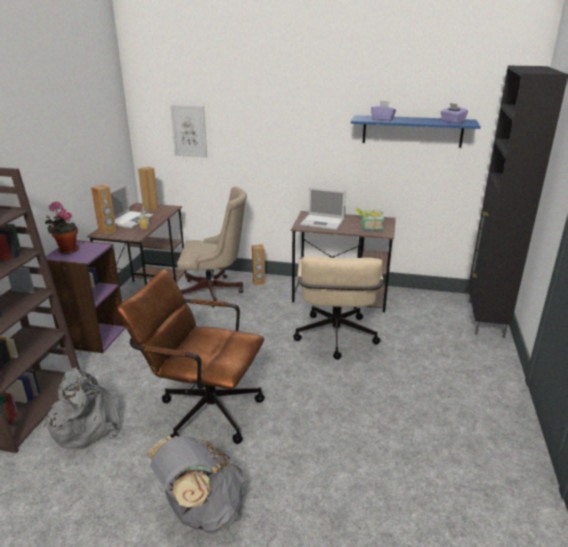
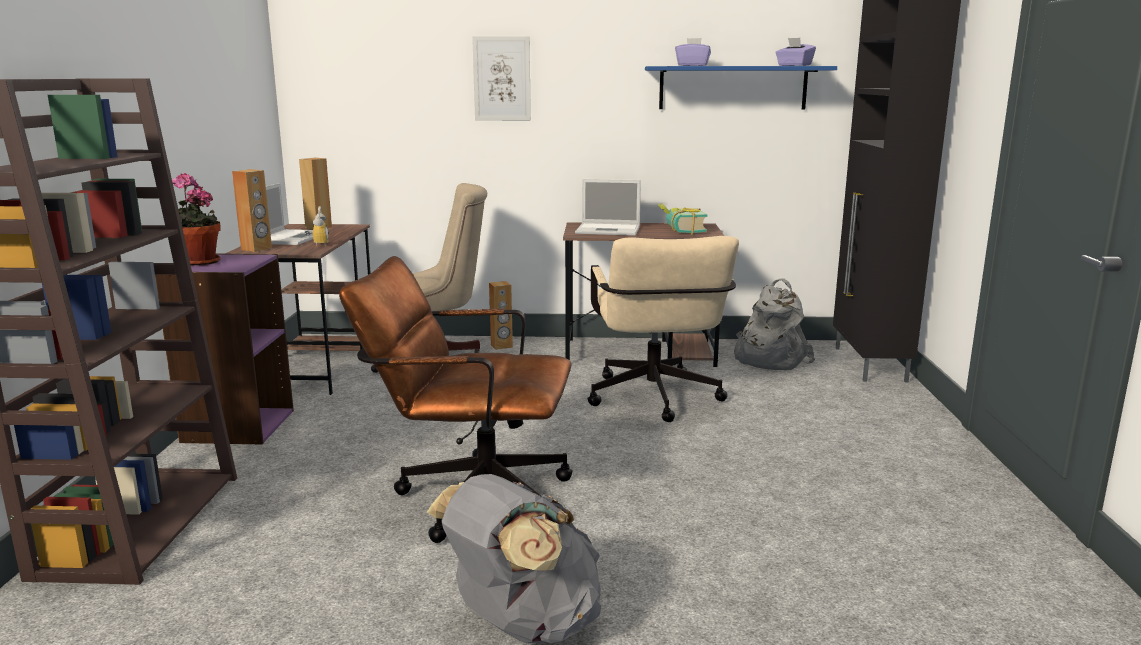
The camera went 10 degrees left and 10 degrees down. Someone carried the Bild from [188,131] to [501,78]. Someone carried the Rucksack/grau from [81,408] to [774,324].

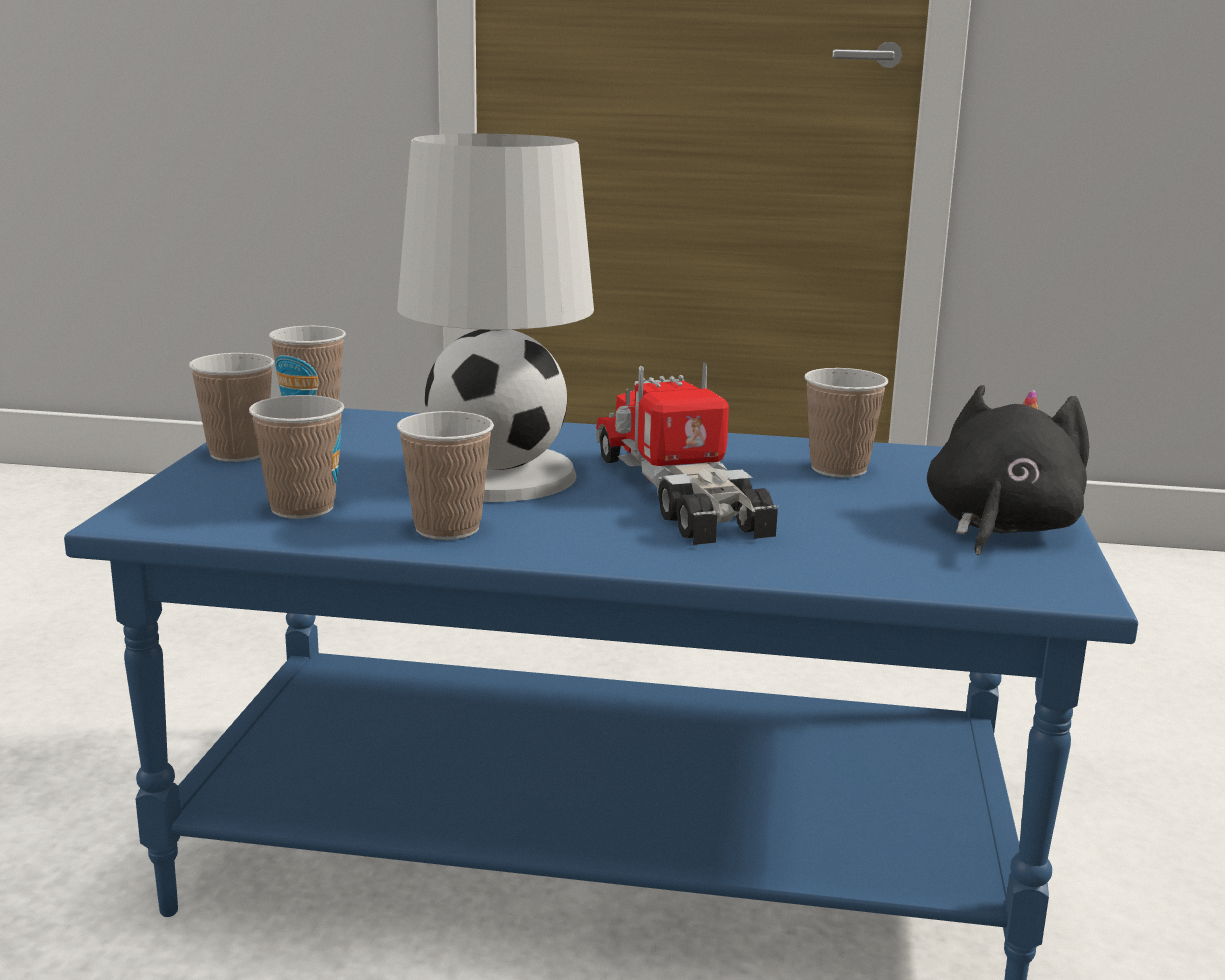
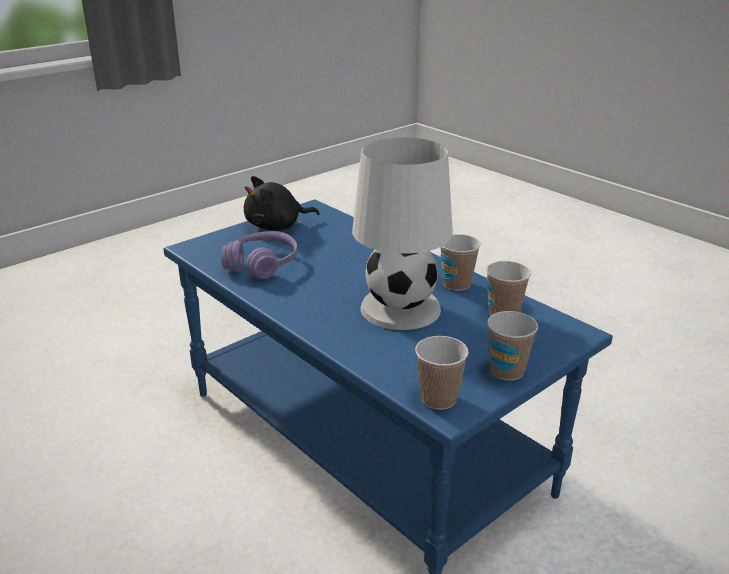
The camera went 140 degrees left and 10 degrees up. Someone took away the Spielzeuglaster at [687,453]. Someone swapped the Tasse at [846,423] for the Kopfhörer/lila at [259,255].

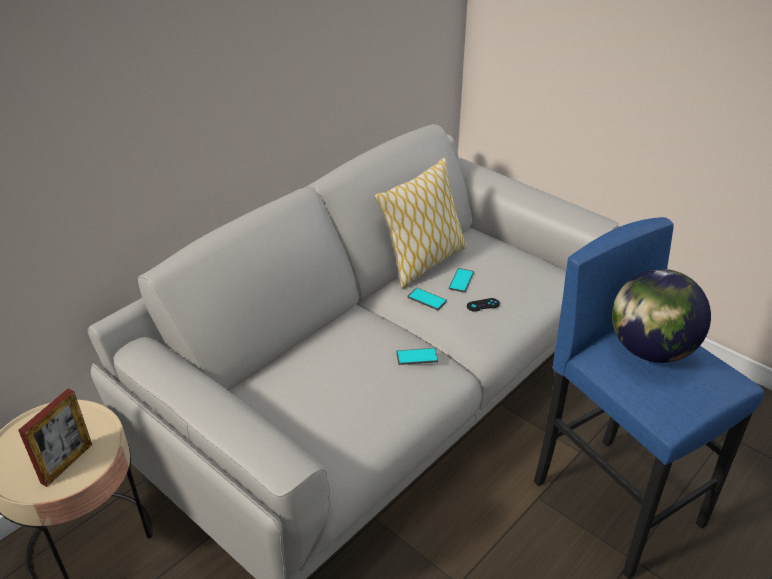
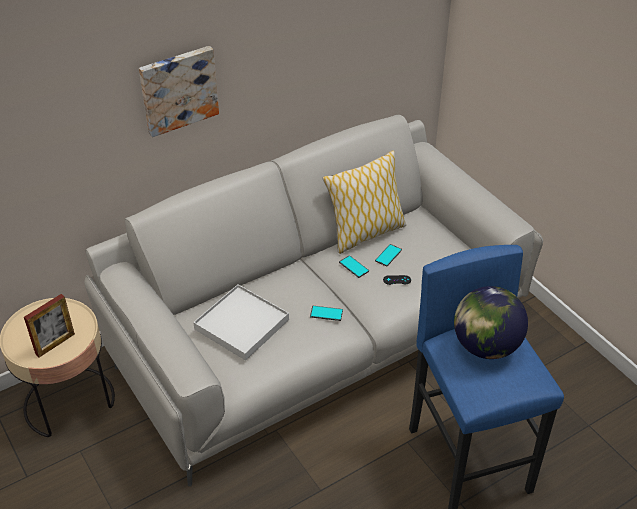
The camera went 15 degrees right and 5 degrees up. Someone put up the Bild at [179,91]. Someone put down the Tablett/weiß at [241,322].

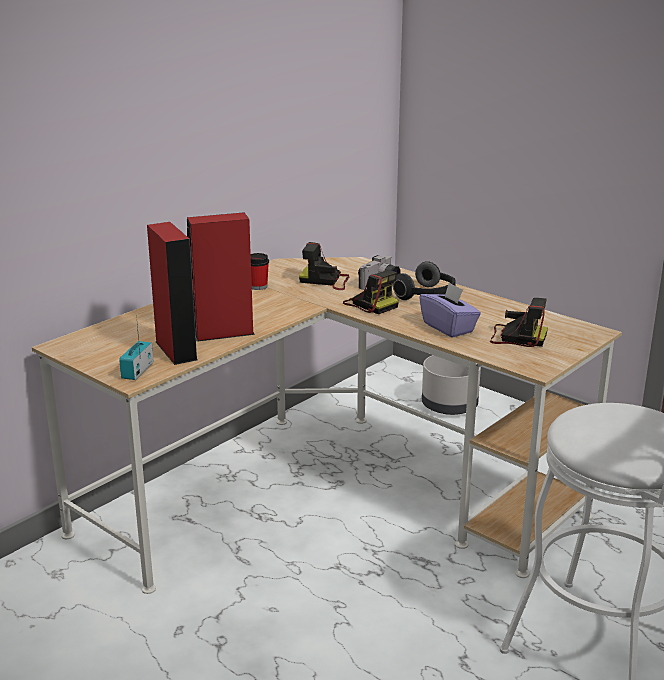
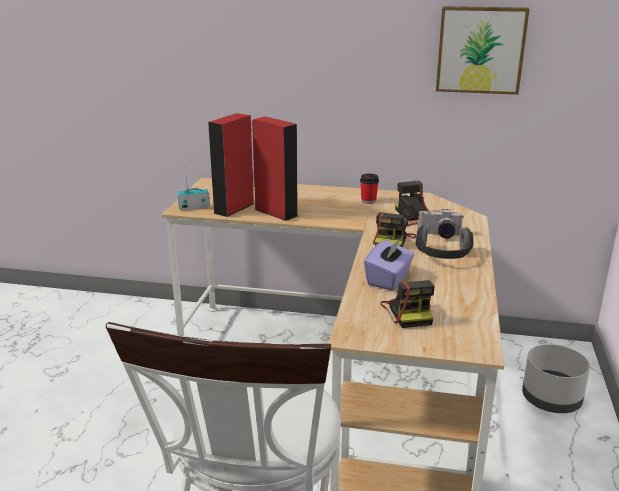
The camera went 60 degrees right and 0 degrees up. Someone put up the Bild at [483,50].

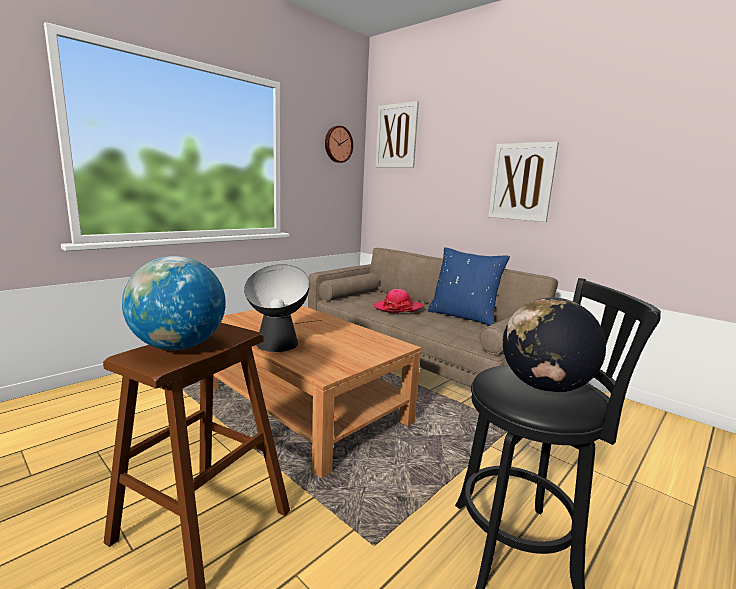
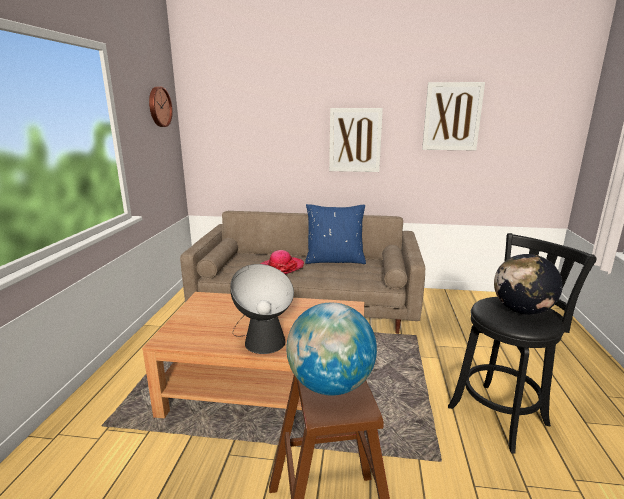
The camera went 35 degrees left and 5 degrees up. Someone carried the Bild from [397,134] to [453,116].

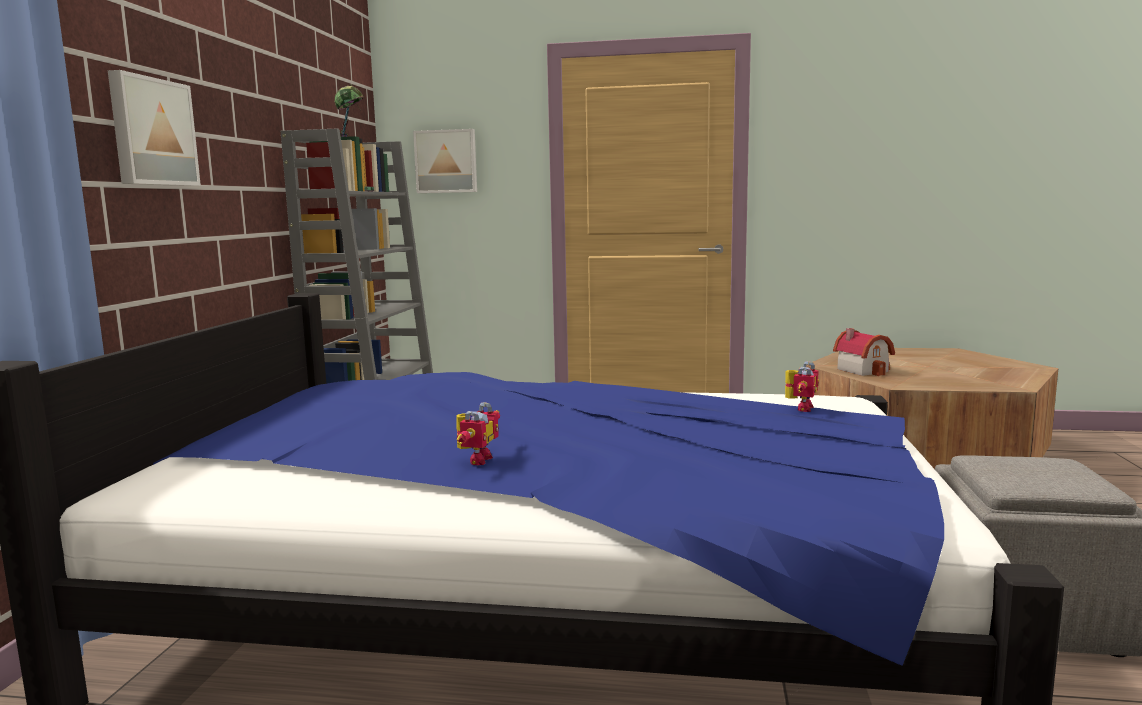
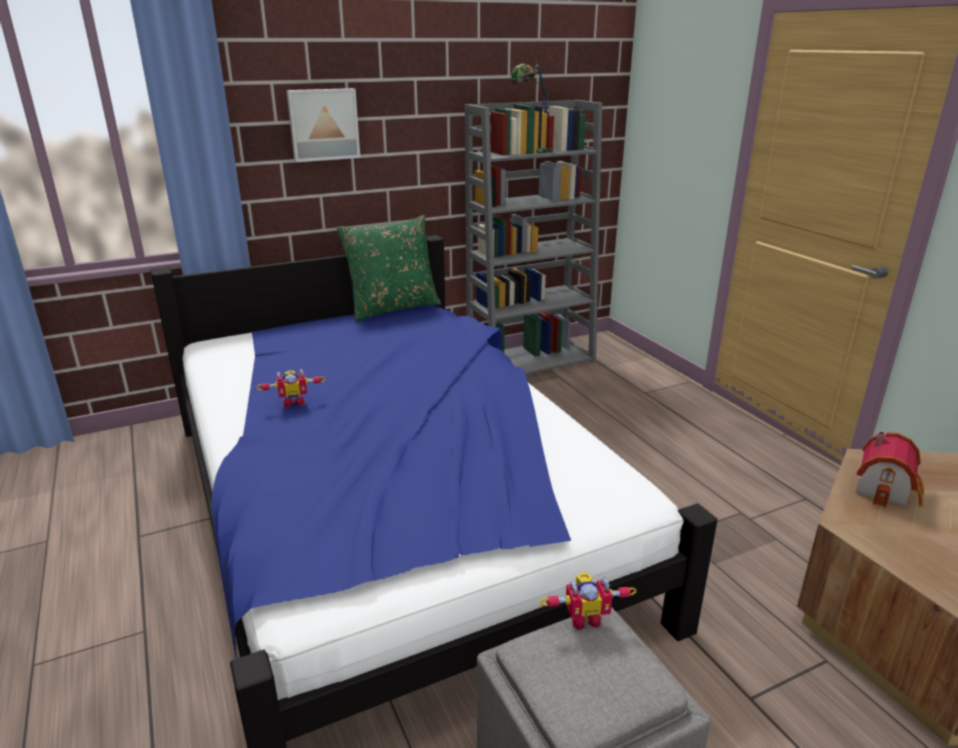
The camera went 55 degrees right and 15 degrees up. Someone took away the Bild at [445,161]. Someone carried the Spielzeugroboter from [802,386] to [588,601]. Someone put down the Kissen/grün at [389,268].

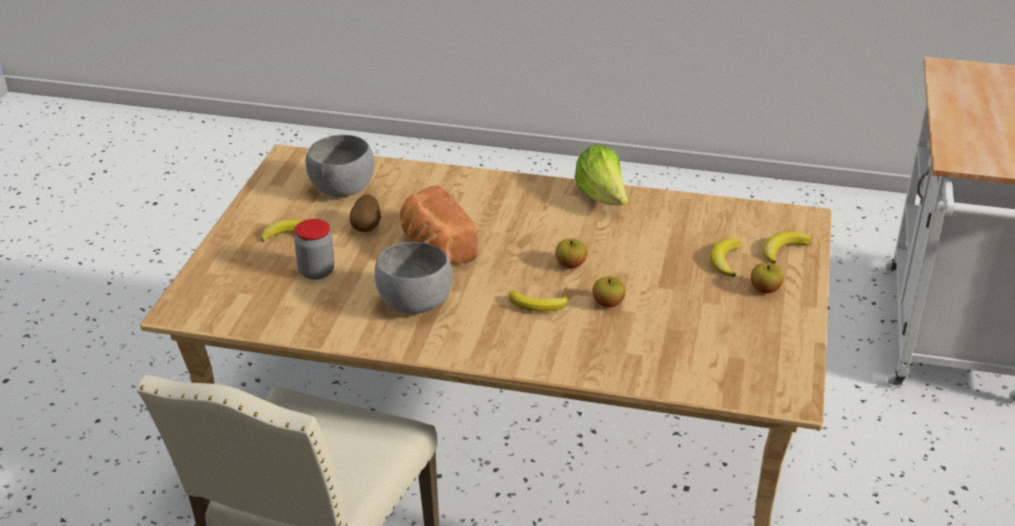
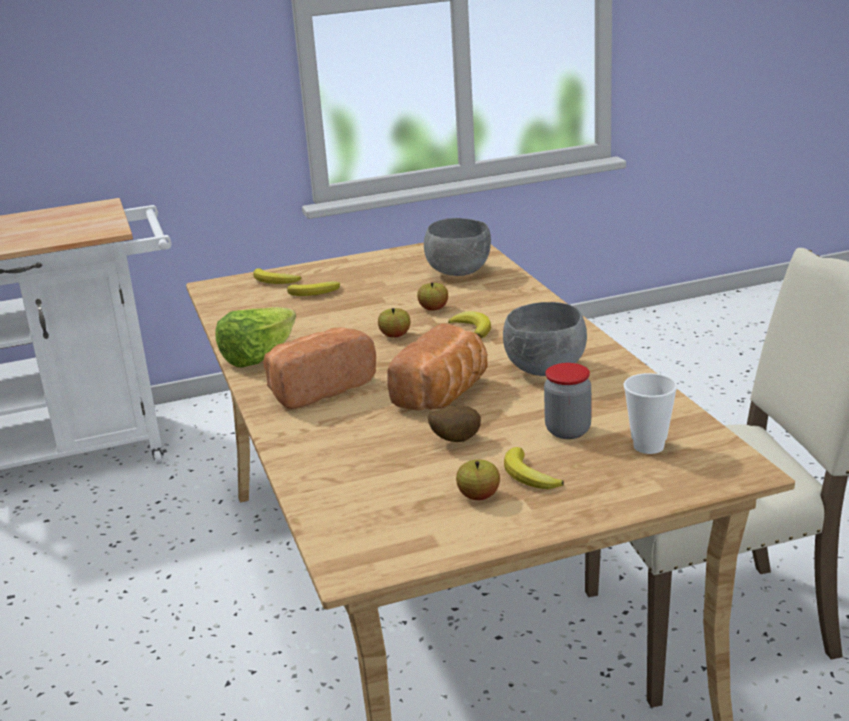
The camera went 120 degrees left and 10 degrees down. Someone carried the Schüssel/grau from [340,166] to [457,247]. Someone carried the Apfel from [767,278] to [478,480]. Someone put down the Brot at [319,368]. Someone put down the Tasse at [650,413].

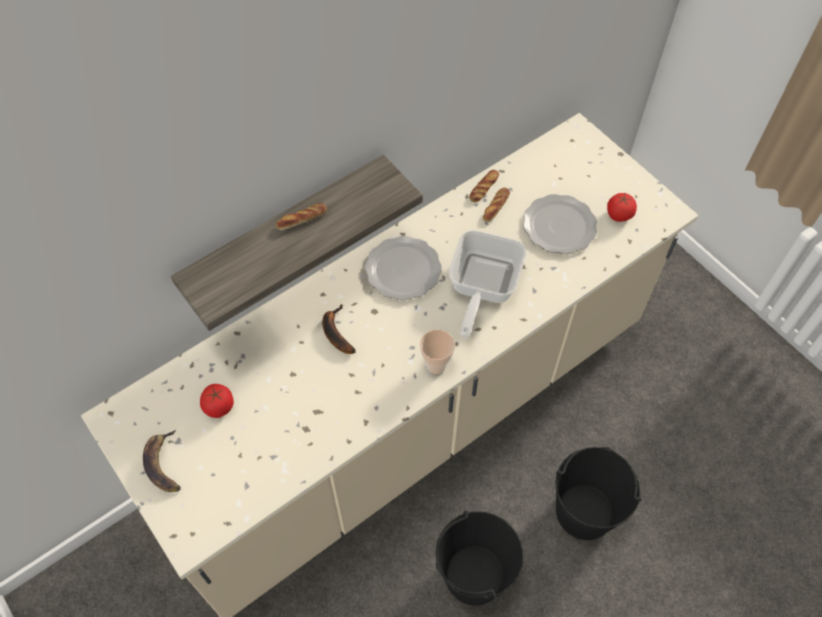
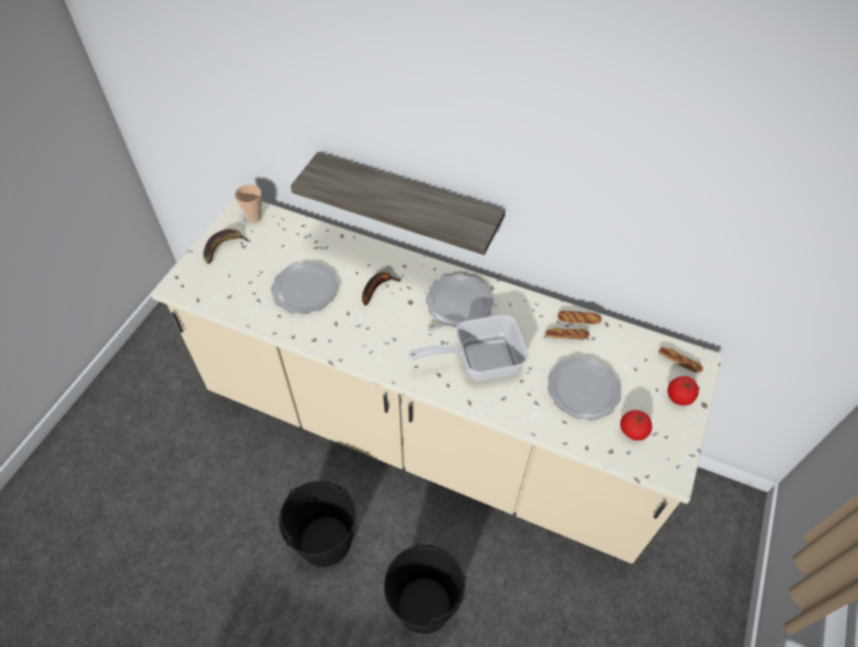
The camera went 60 degrees right and 5 degrees down. Someone carried the Brot from [301,216] to [681,360]. Someone carried the Tasse from [437,352] to [248,203]. Someone carried the Tomate from [217,401] to [683,391]. Someone put down the Teller at [304,288].

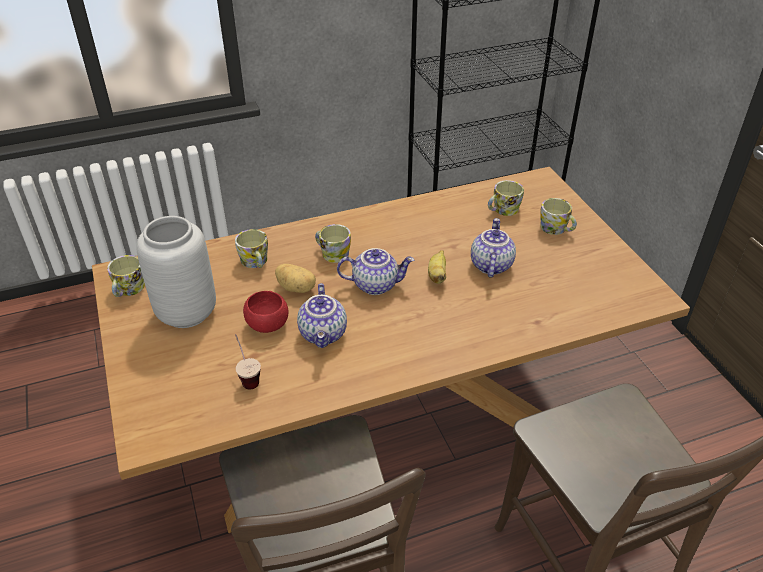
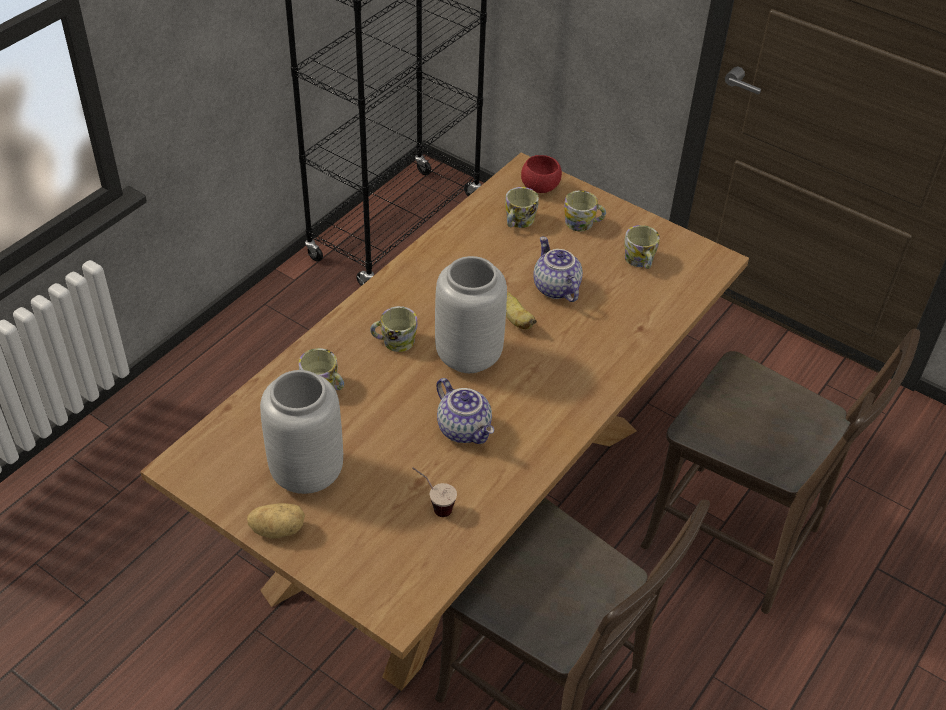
The camera went 35 degrees left and 5 degrees up. Someone swapped the Teekanne at [376,271] for the Vase/grau at [471,314]. Someone carried the Henkelbecher from [126,276] to [642,247]. Someone carried the Kartoffel from [295,278] to [276,521]. Someone carried the Schüssel/rot from [265,312] to [541,174].

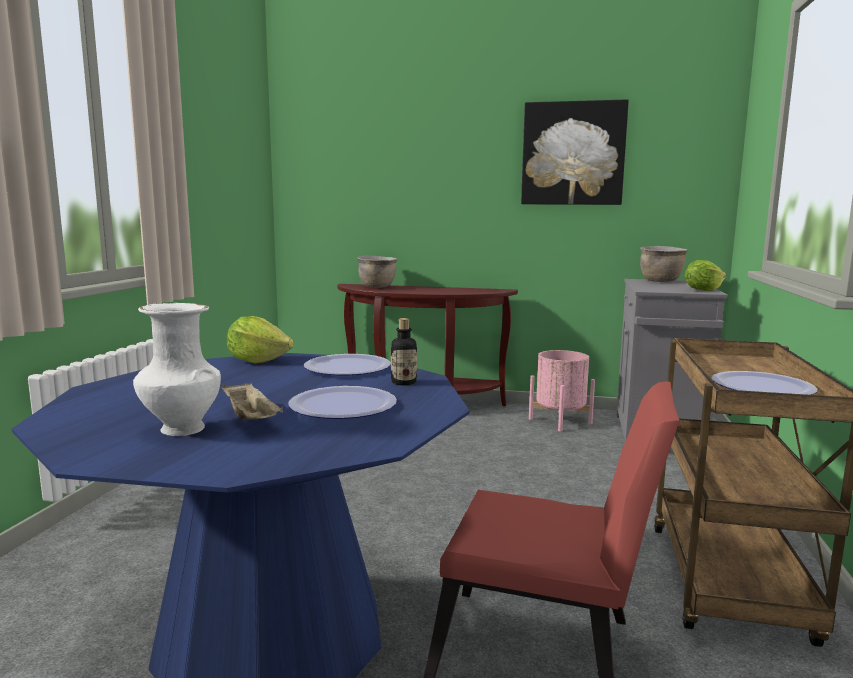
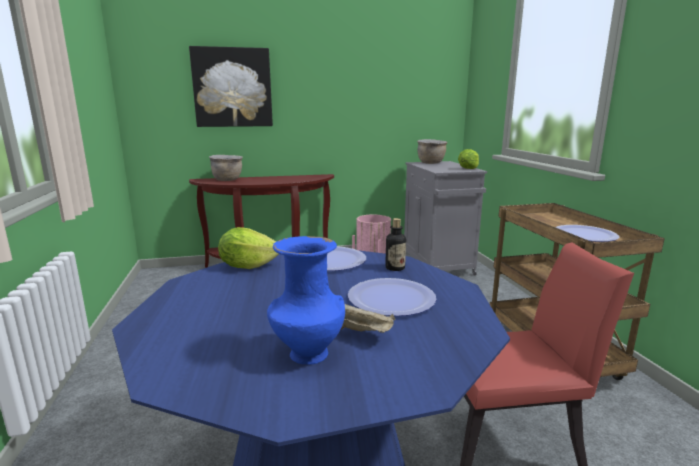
The camera went 25 degrees left and 5 degrees up. Someone carried the Bild from [575,152] to [231,86]. Someone repainted the Vase/weiß at [177,369], which became the Vase/blau at [306,300].

